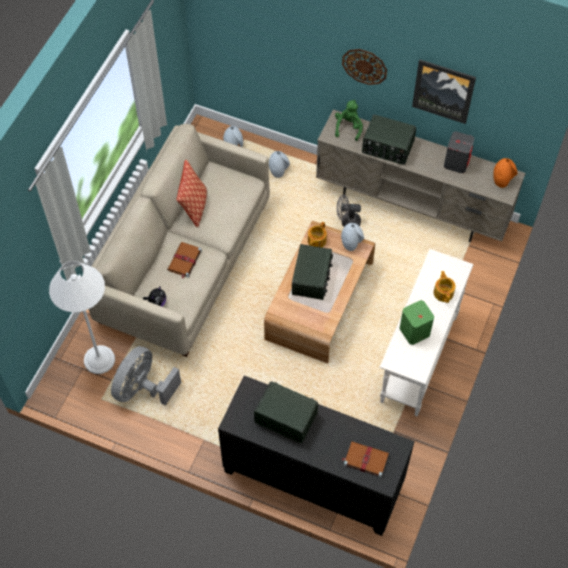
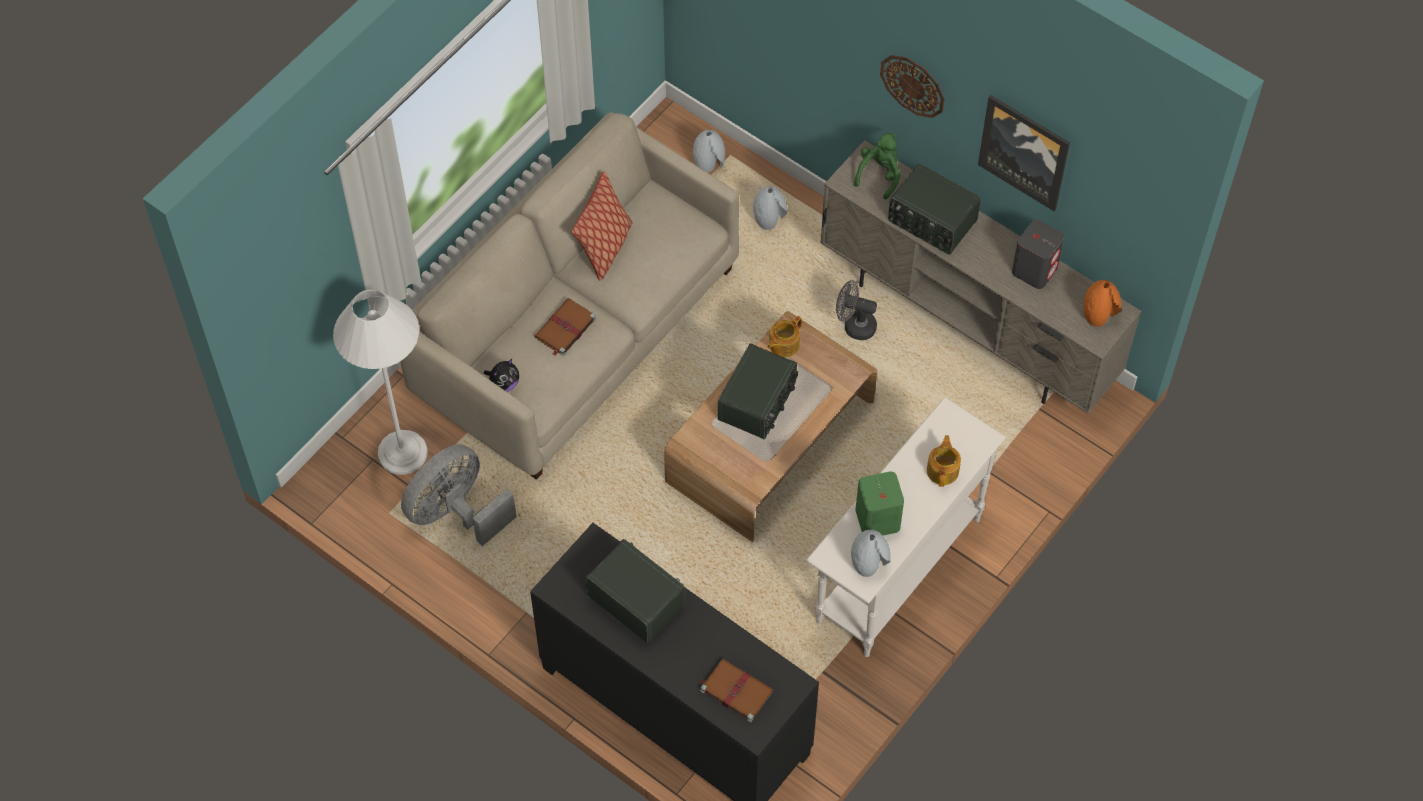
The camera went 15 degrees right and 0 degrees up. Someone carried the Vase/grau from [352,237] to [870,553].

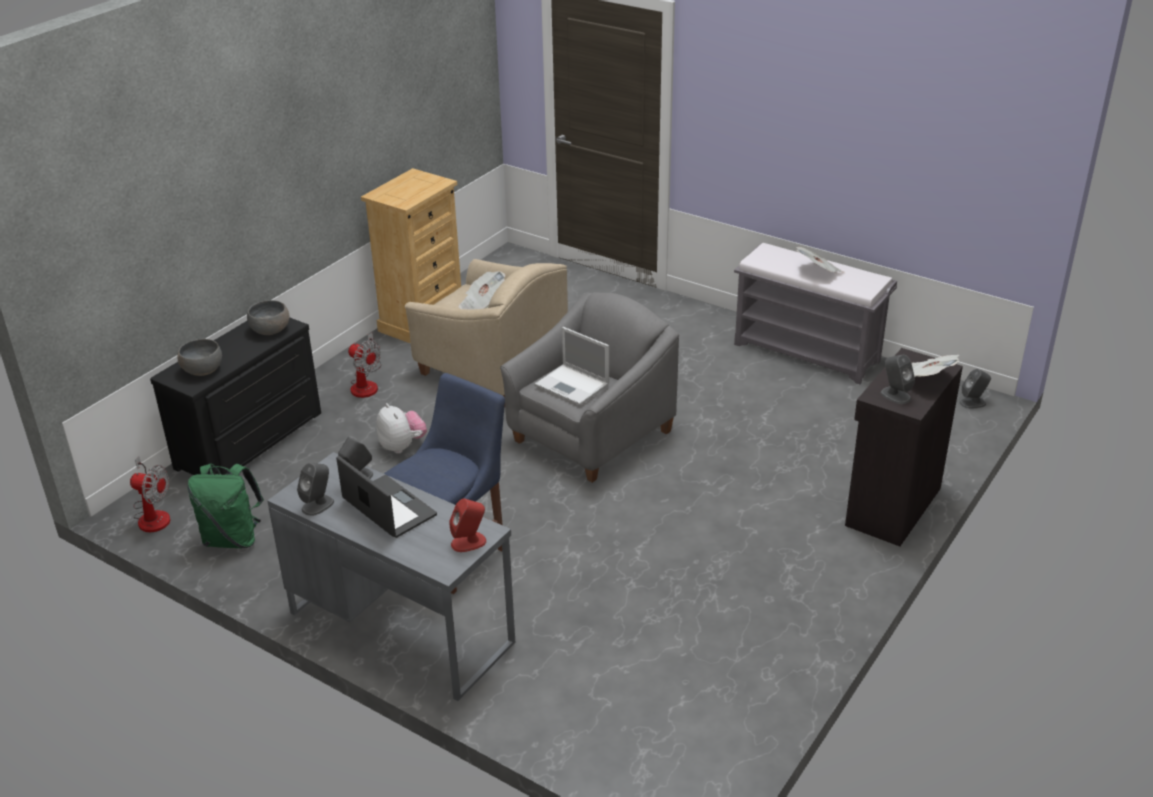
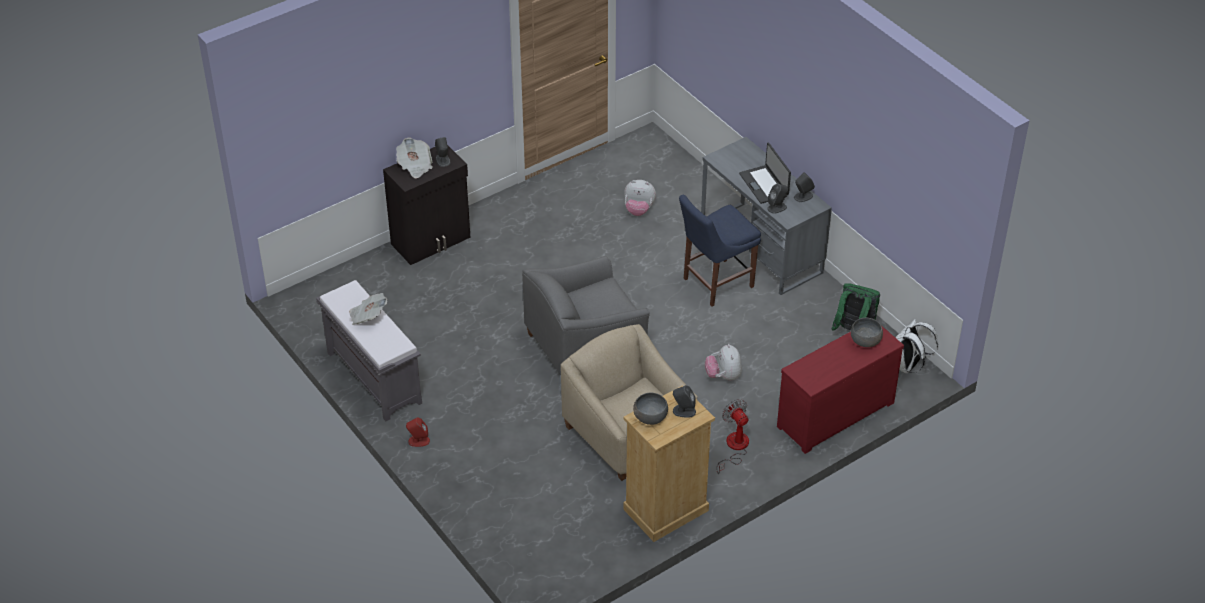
The camera went 160 degrees left and 10 degrees up. Someone took away the Zeitung at [482,290]. Someone carried the Schüssel/grau from [268,317] to [650,409]. Someone repainted the Kommode/schwarz at [235,396], which became the Kommode/rot at [840,390]. Someone took away the Laptop at [572,366]. Someone carried the Lautsprecher/grau from [975,389] to [684,401]. Someone swapped the Ventilator at [150,494] for the Rucksack/weiß at [916,346]. Someone carried the Lautsprecher/rot from [467,525] to [418,432]. Someone put down the Plüschtier at [640,198].

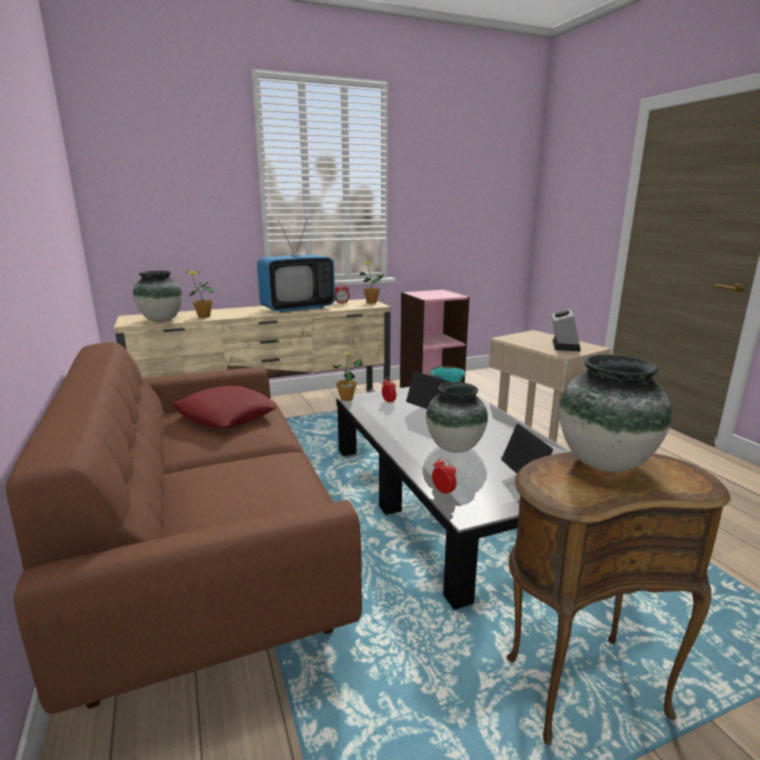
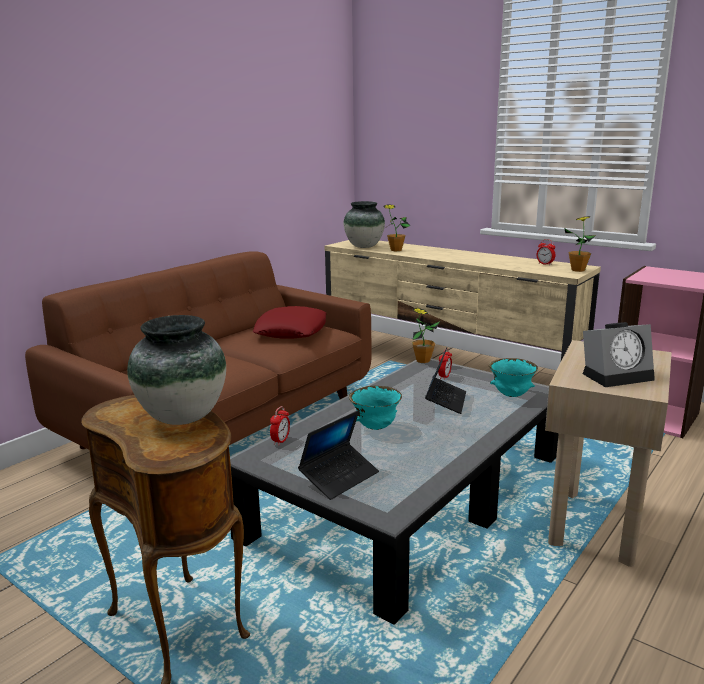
The camera went 60 degrees right and 0 degrees up. Someone took away the Fernseher at [296,266]. Someone swapped the Vase at [457,417] for the Schüssel/türkis at [375,408].

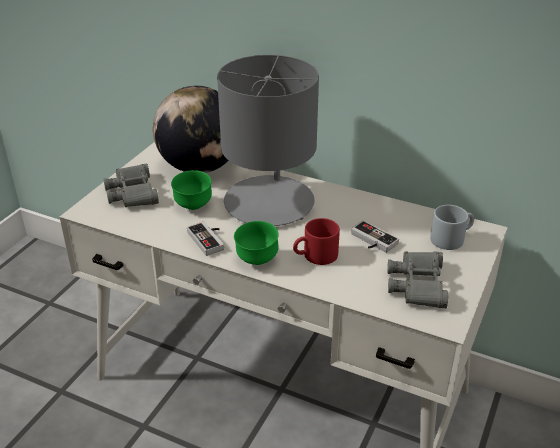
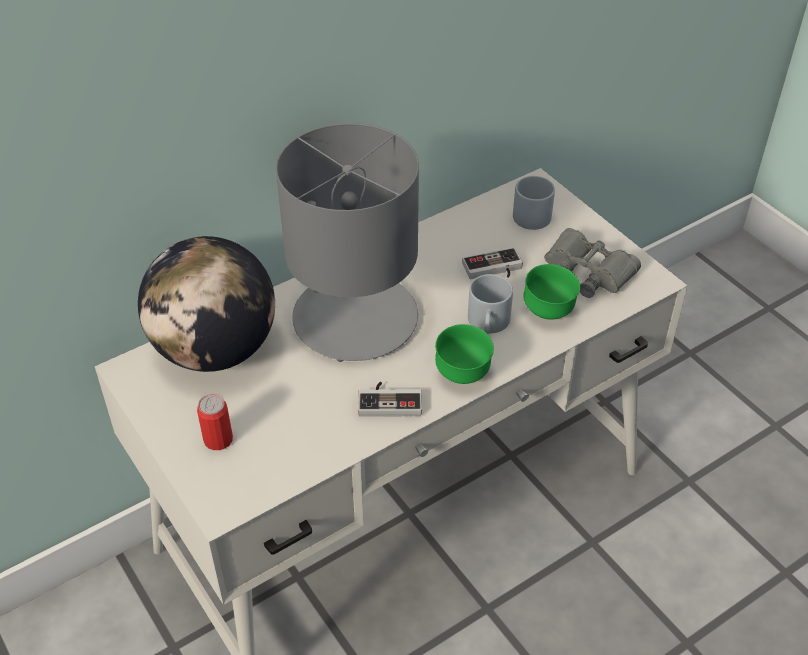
The camera went 60 degrees left and 10 degrees up. Someone swapped the Fernglas/grau at [131,185] for the Dose at [215,422]. Someone carried the Schüssel/grün from [191,190] to [551,292]. Someone repainted the Henkelbecher/rot at [316,241], which became the Henkelbecher/grau at [490,304].

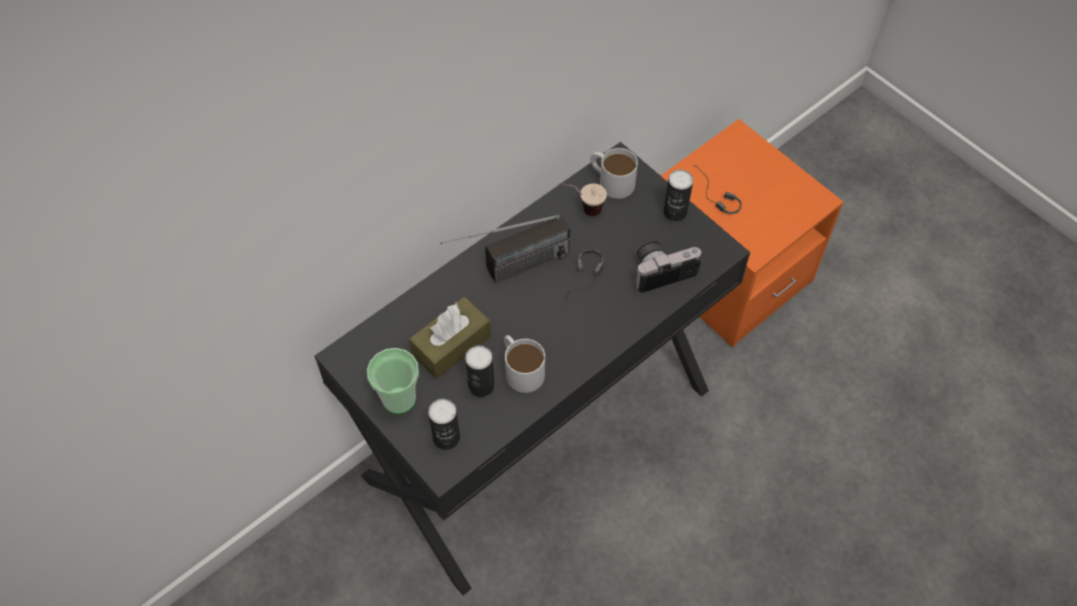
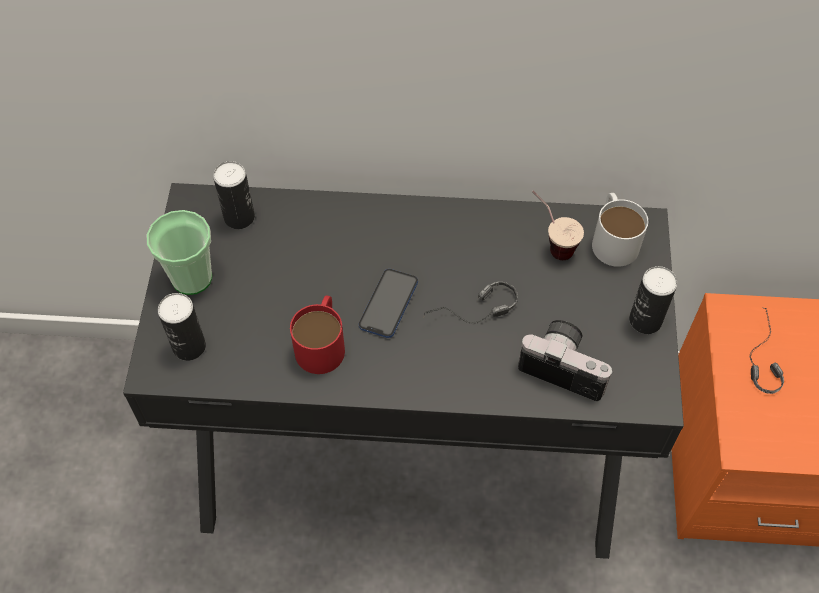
The camera went 45 degrees right and 0 degrees up. Someone took away the Radio at [505,249]. Someone took away the Taschentuchbox/braun at [450,338]. Someone repainted the Henkelbecher/weiß at [524,364], which became the Henkelbecher/rot at [317,334]. Someone carried the Dose from [480,371] to [234,195]. Someone put down the Handy at [388,303].

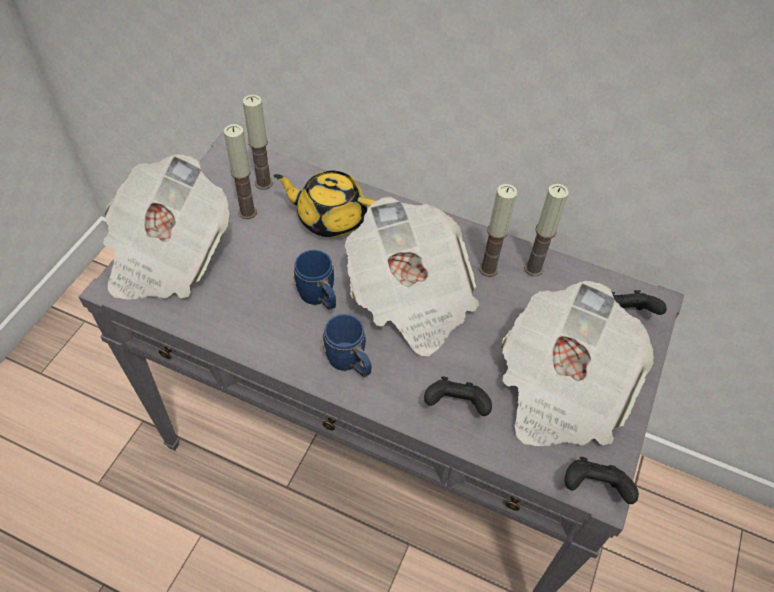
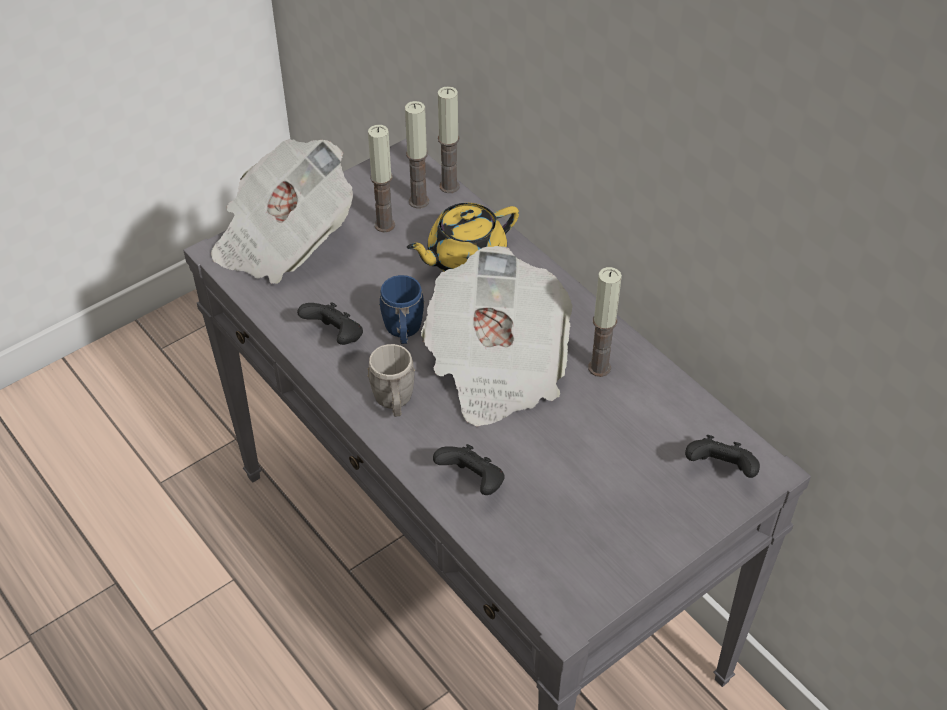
The camera went 30 degrees right and 5 degrees down. Someone rotated the Teekanne/gelb at [324,203] by 75 degrees counterclockwise. Someone carried the Kerze from [546,230] to [449,139]. Someone took away the Zeitung at [577,363]. Someone repainted the Henkelbecher/blau at [347,345], which became the Henkelbecher/grau at [391,380]. Someone carried the Gamepad/schwarz from [602,480] to [330,323].

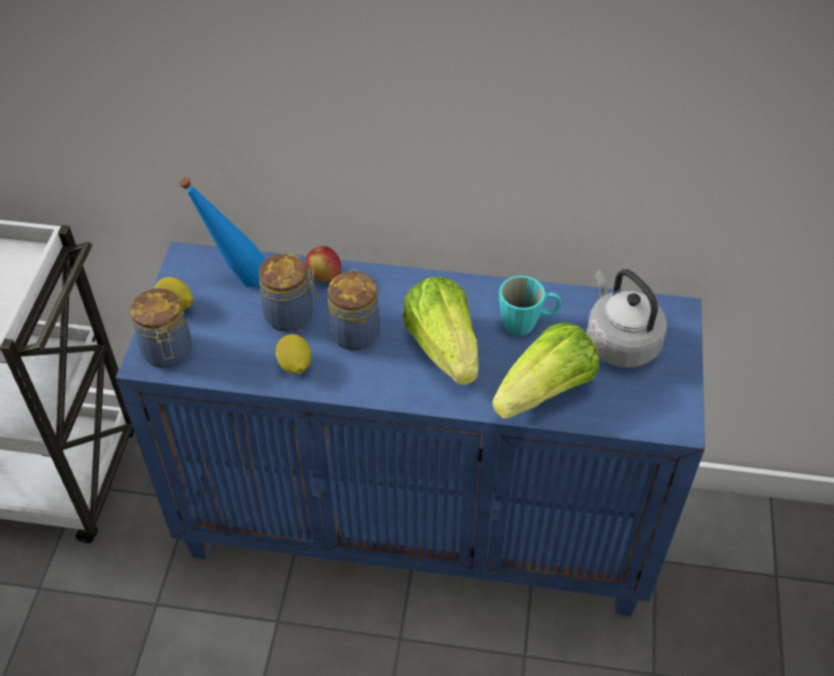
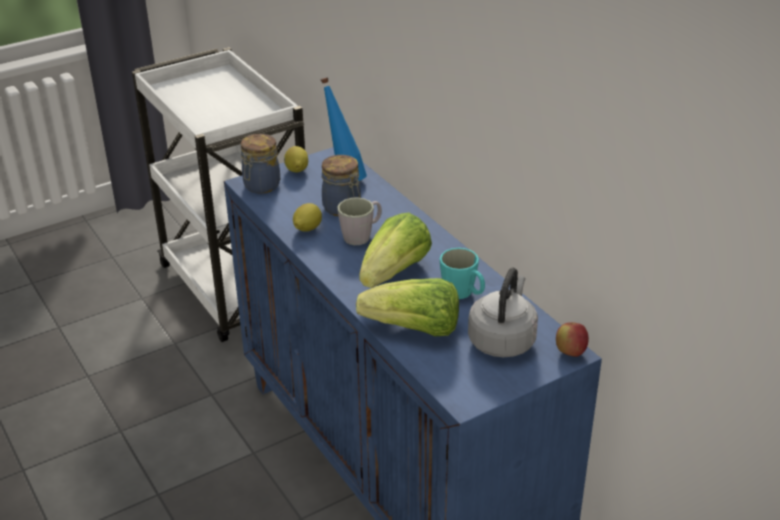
The camera went 50 degrees right and 15 degrees down. Someone carried the Apfel from [323,264] to [572,339]. Someone swapped the Vorratsglas at [354,310] for the Henkelbecher/grau at [359,221].

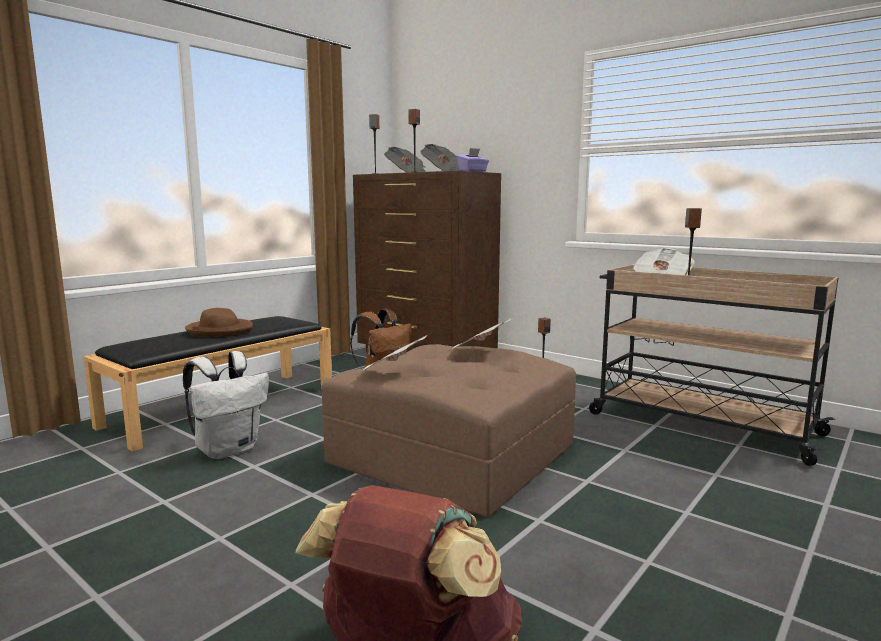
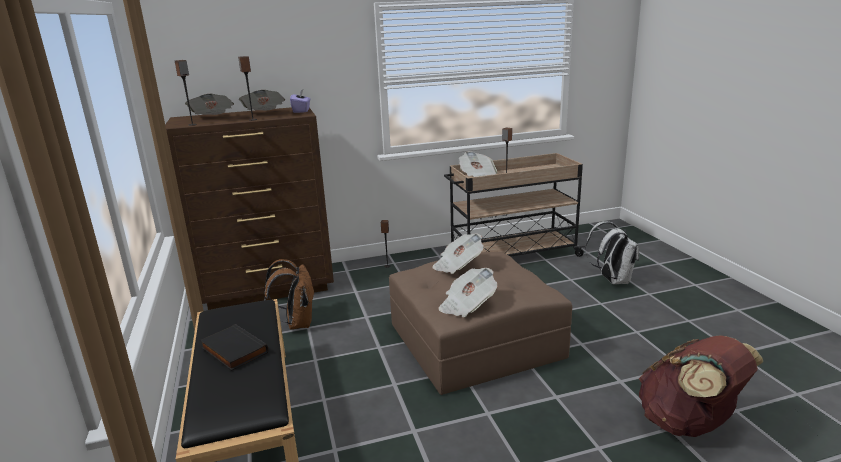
The camera went 55 degrees left and 10 degrees up. Someone swapped the Hut/braun at [219,322] for the Buch/schwarz at [234,347]. Someone carried the Rucksack/weiß from [226,405] to [612,252].

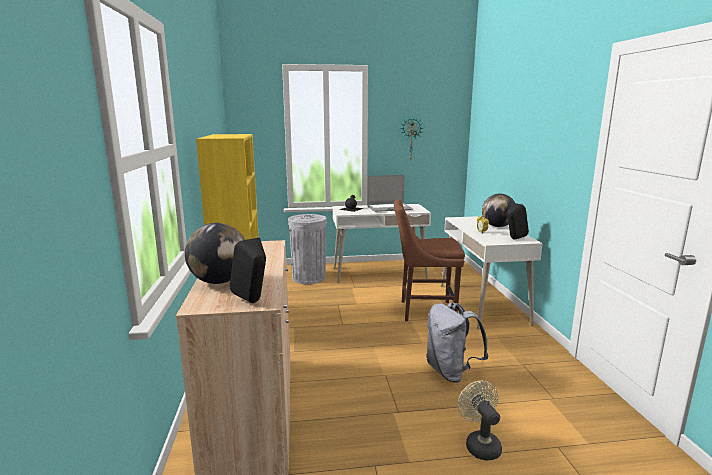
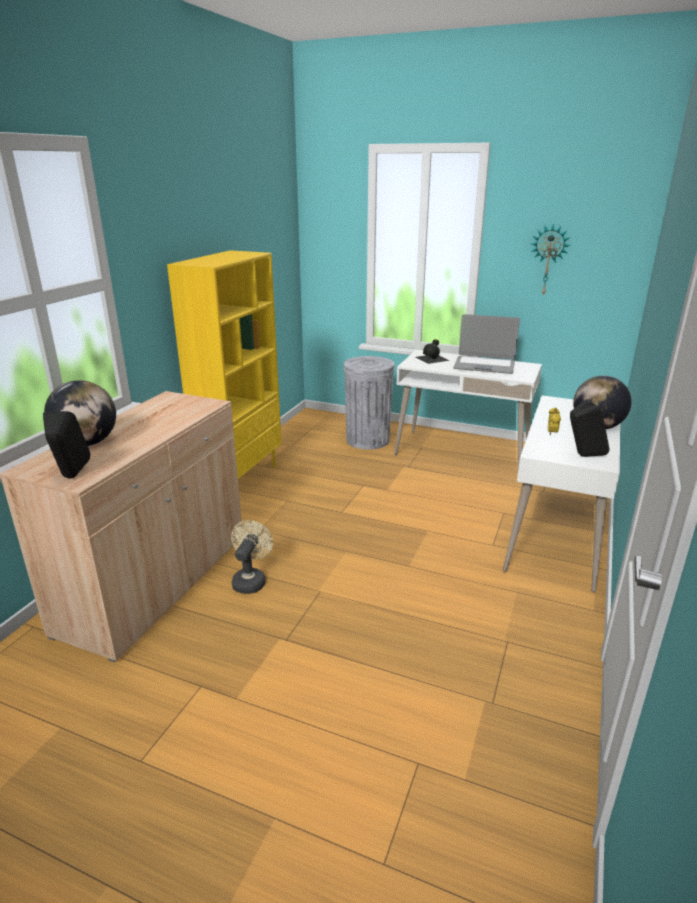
The camera went 30 degrees right and 10 degrees up. Someone took away the Stuhl/braun at [429,260]. Someone took away the Rucksack/grau at [457,343]. Someone carried the Ventilator/beige from [479,421] to [252,557].

